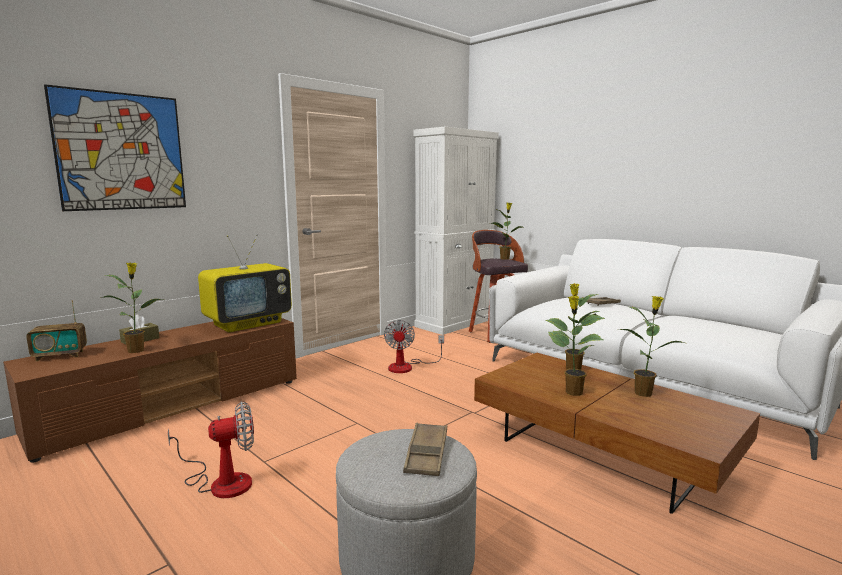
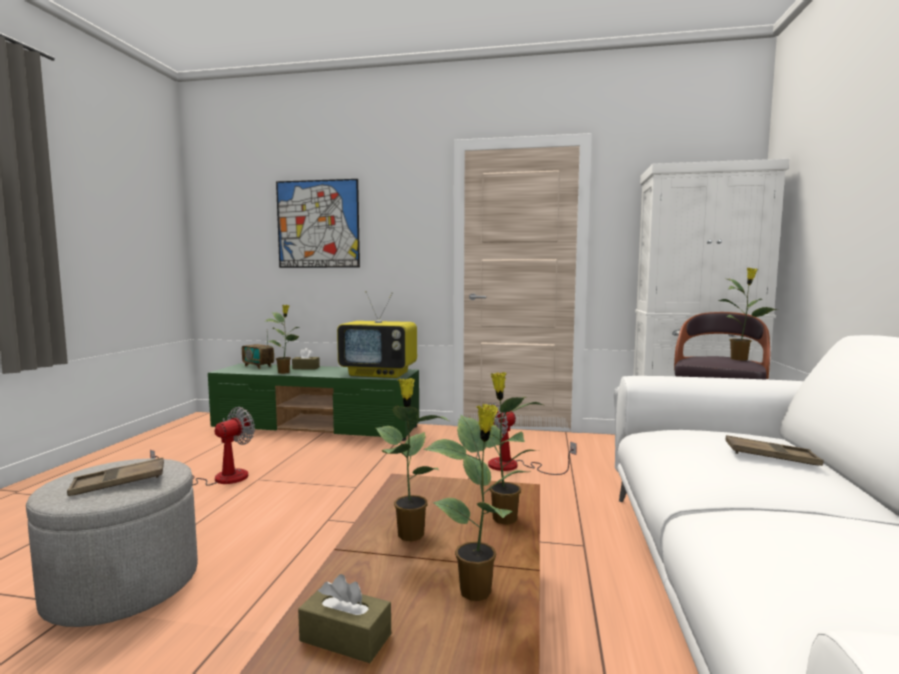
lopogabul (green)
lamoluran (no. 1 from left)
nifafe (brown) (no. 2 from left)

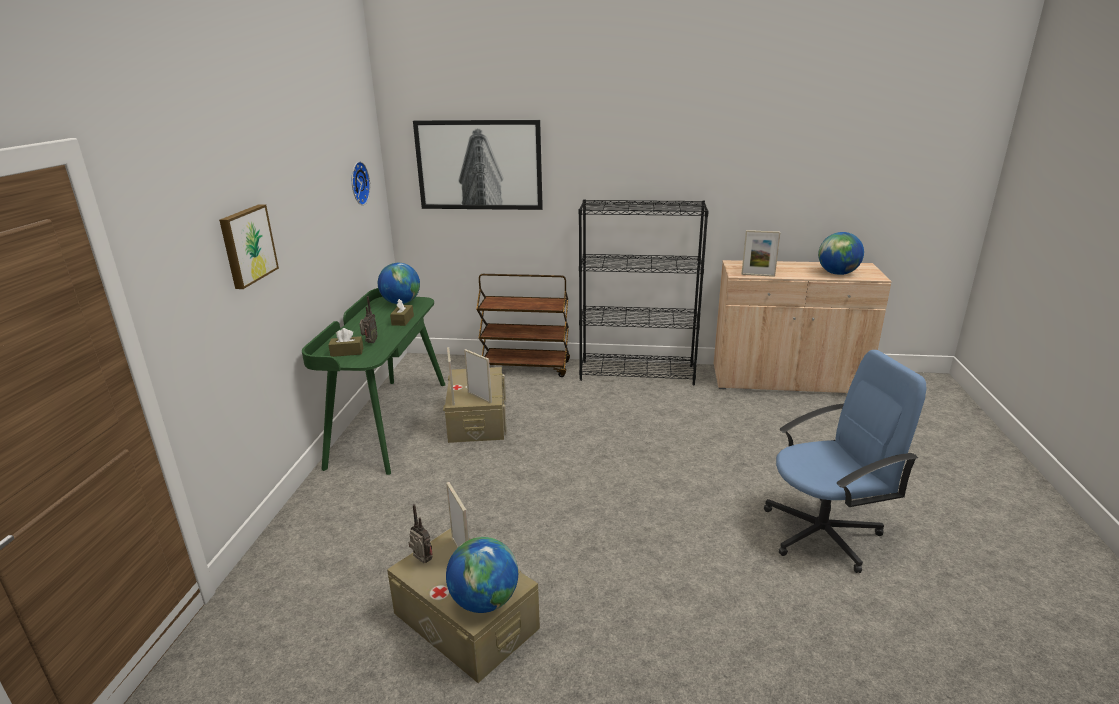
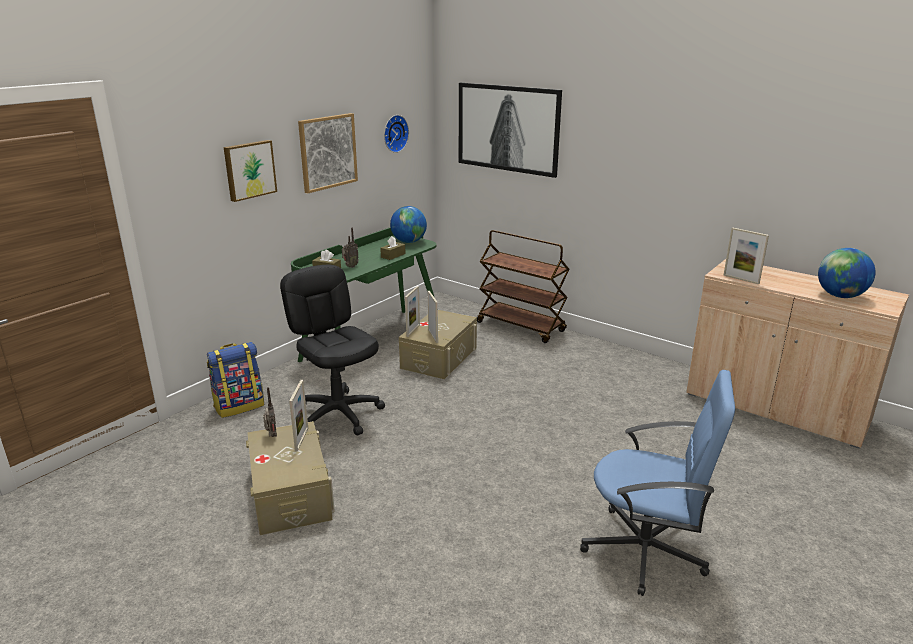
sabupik (no. 2 from left in the first image)
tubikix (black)
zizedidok
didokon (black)
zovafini (no. 2 from left)

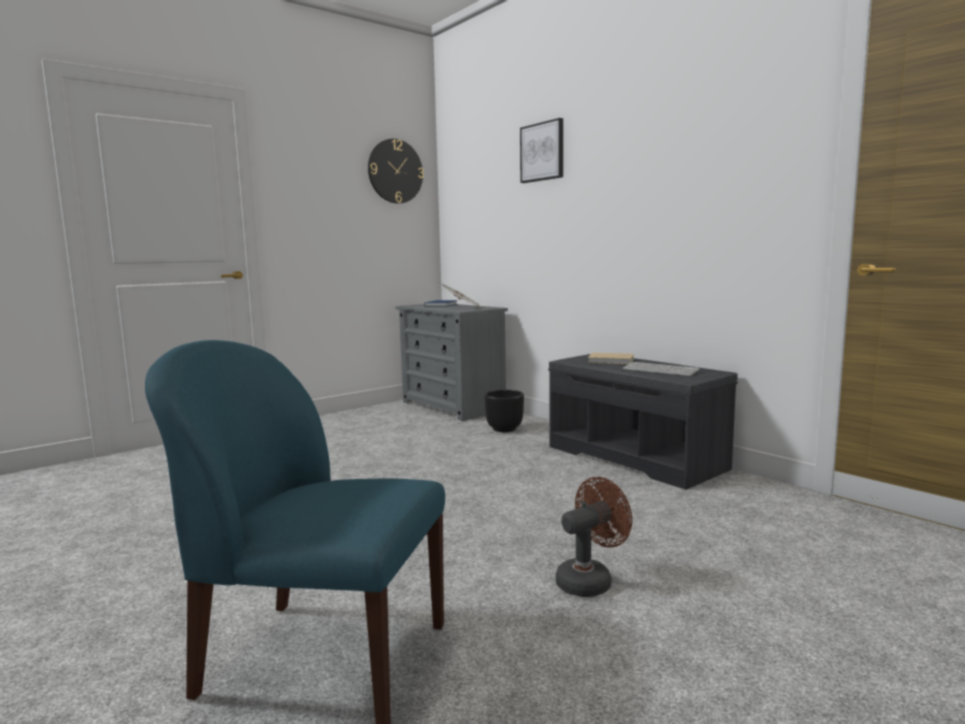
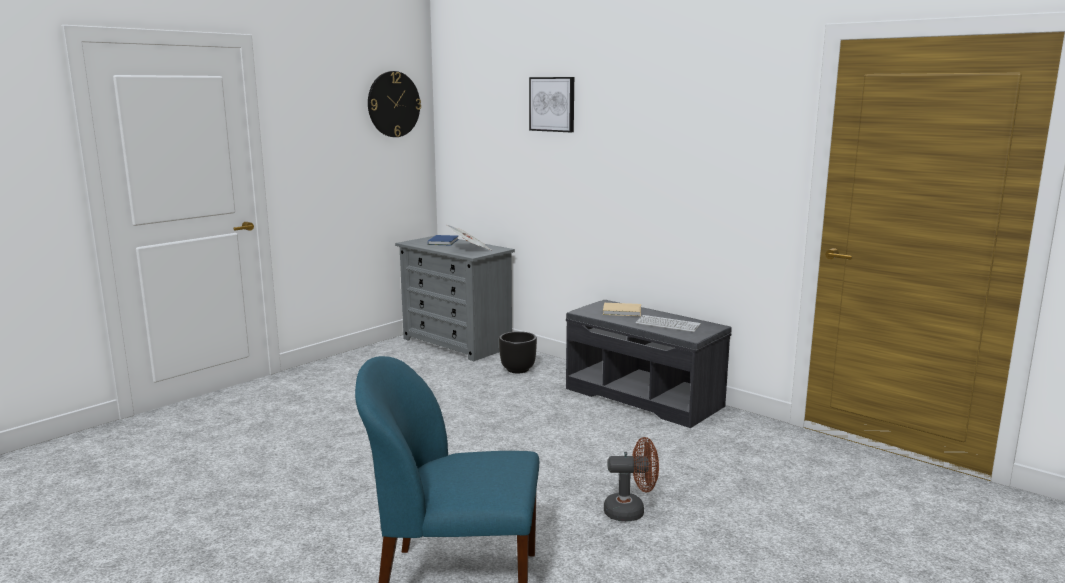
lamoluran (brown)

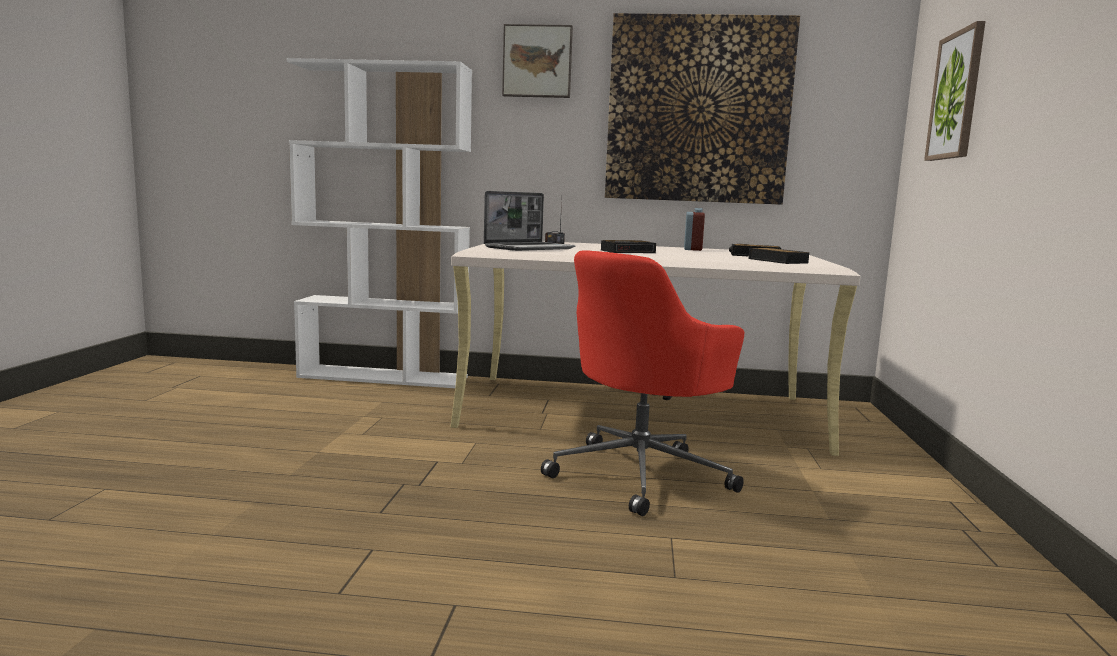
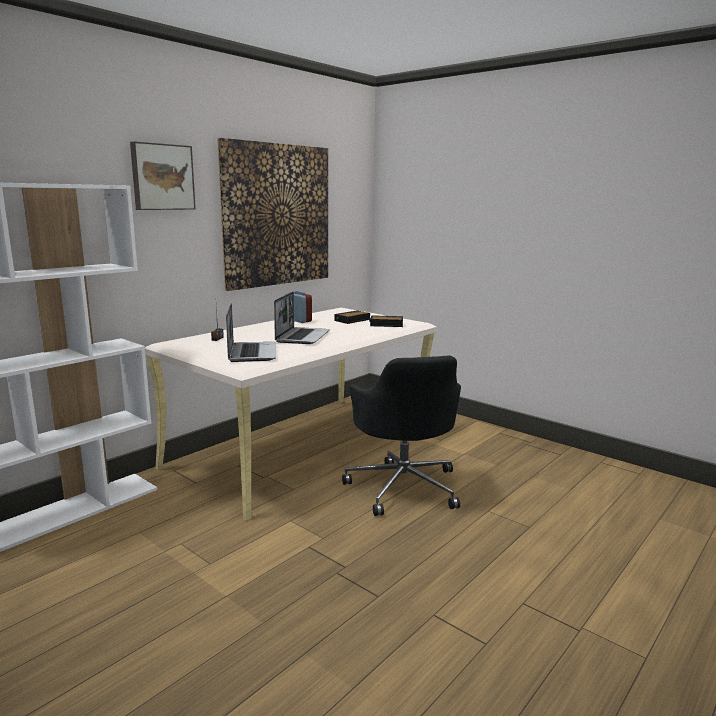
didokon (black)
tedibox (no. 2 from left)
zovafini (no. 3 from left in the first image)

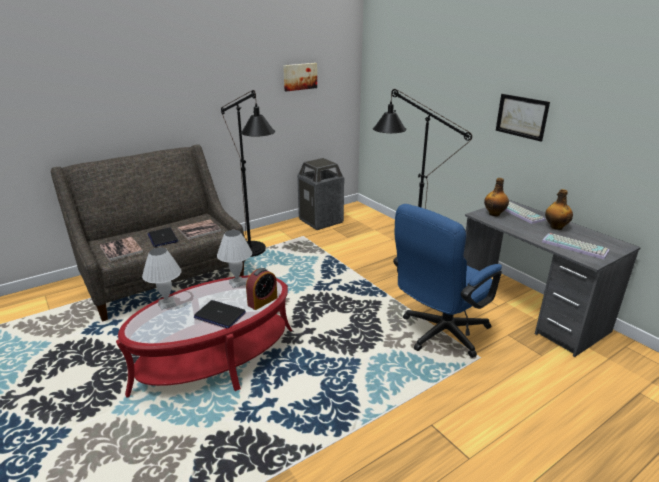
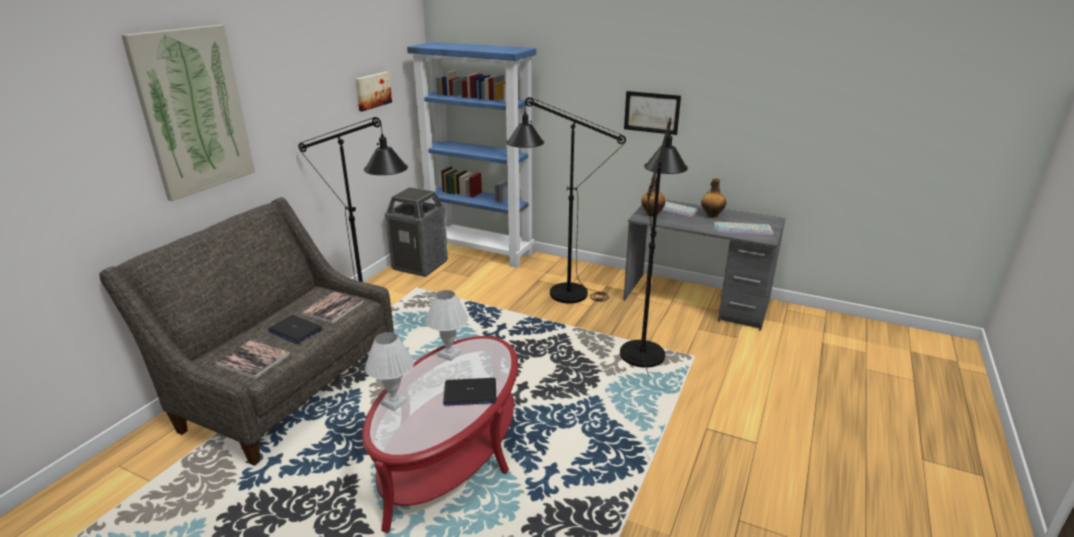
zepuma
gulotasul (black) (no. 3 from left)
zovafini (no. 1 from left)
tubikix (blue)

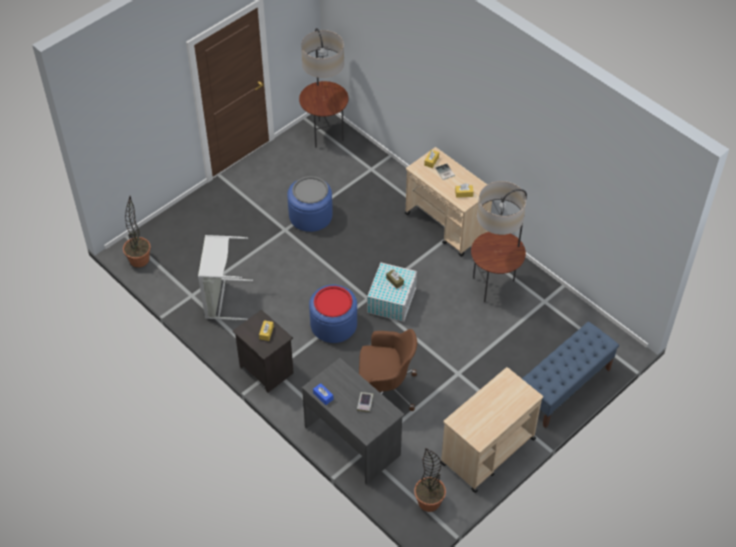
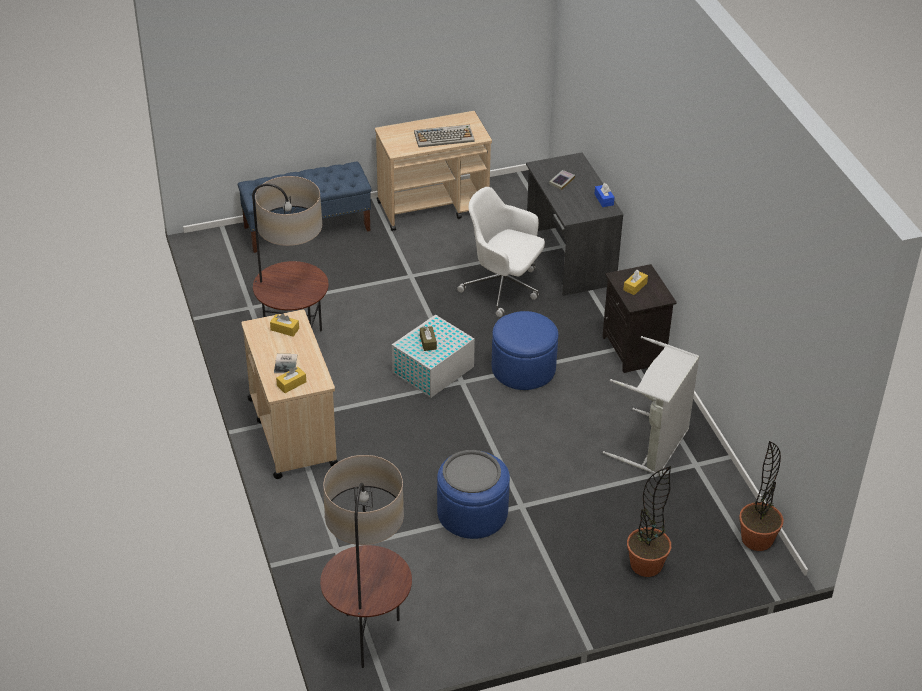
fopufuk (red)
didokon (white)
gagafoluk (no. 1 from left)
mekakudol

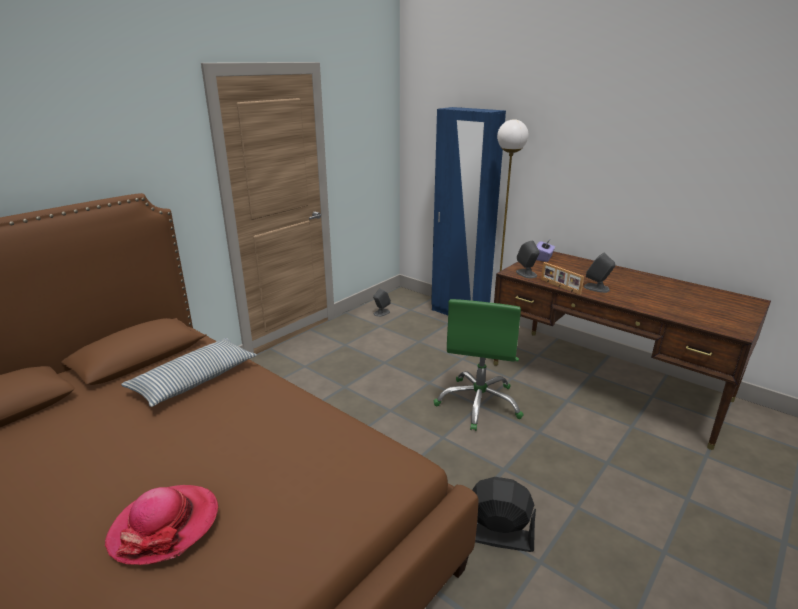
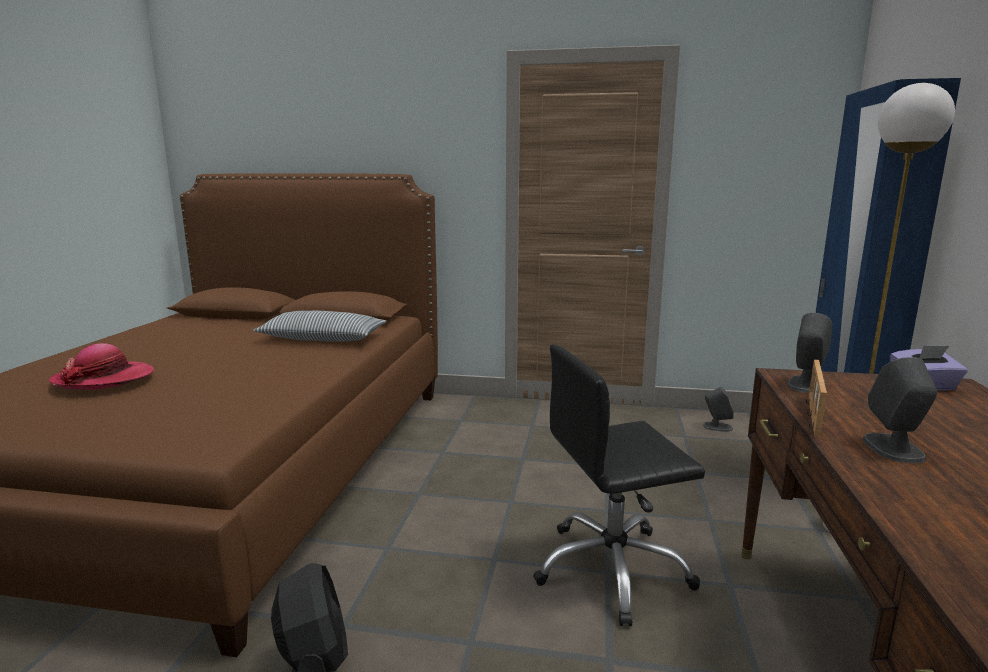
didokon (black)

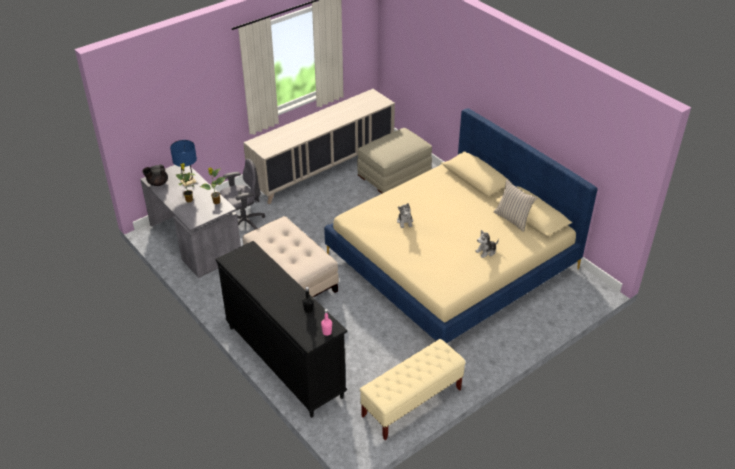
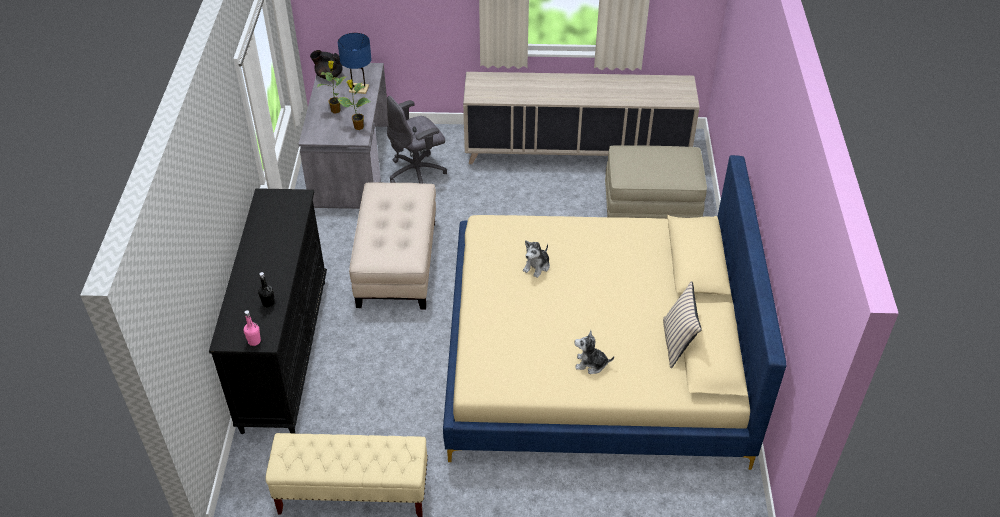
didokon (grey)

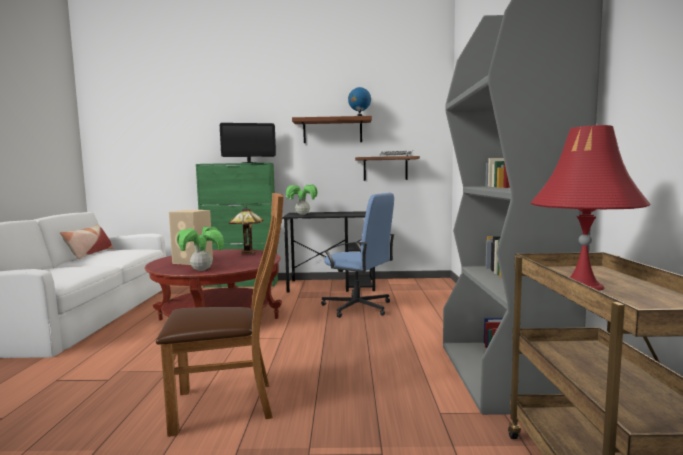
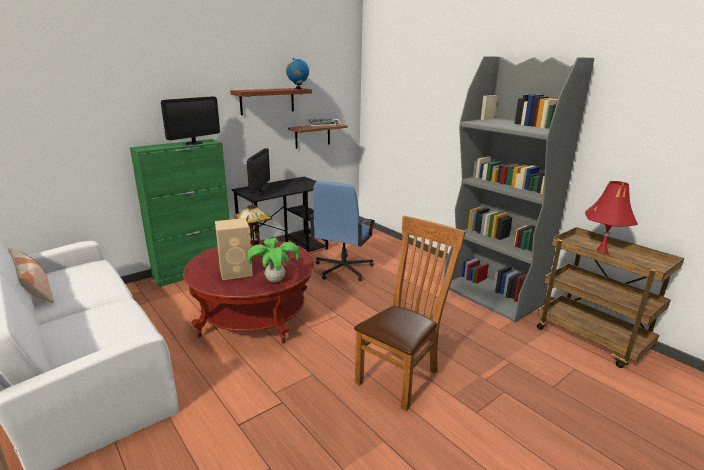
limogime (no. 2 from left)
didokon (blue)

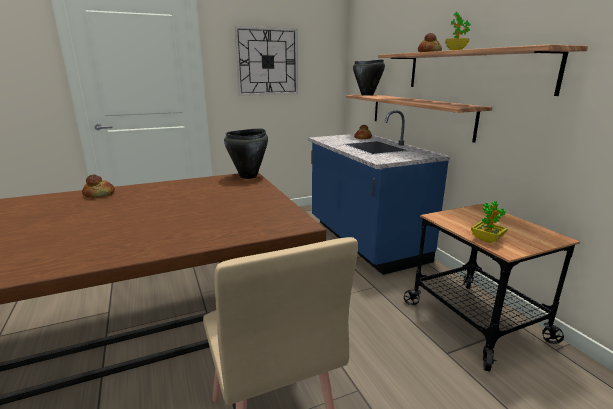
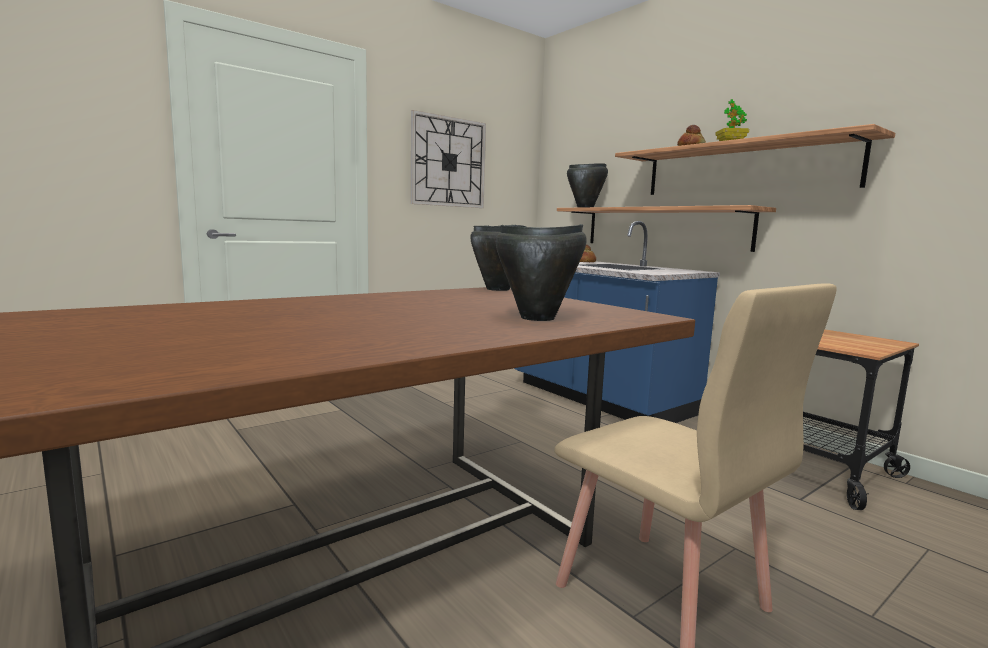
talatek (no. 1 from left in the first image)
gagafoluk (no. 2 from left in the first image)
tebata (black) (no. 2 from left)

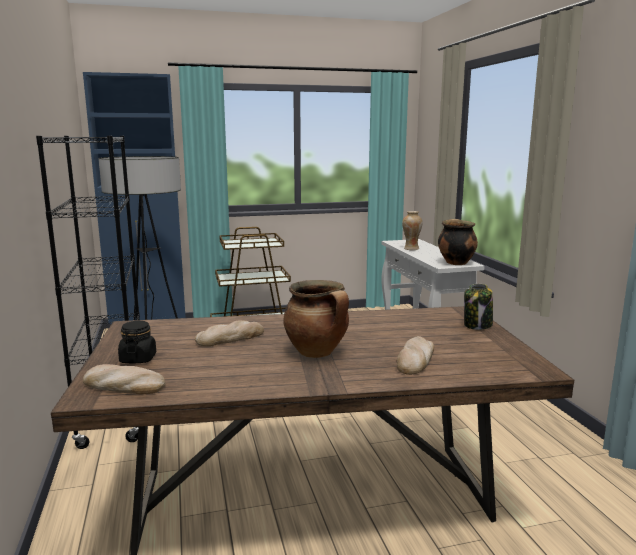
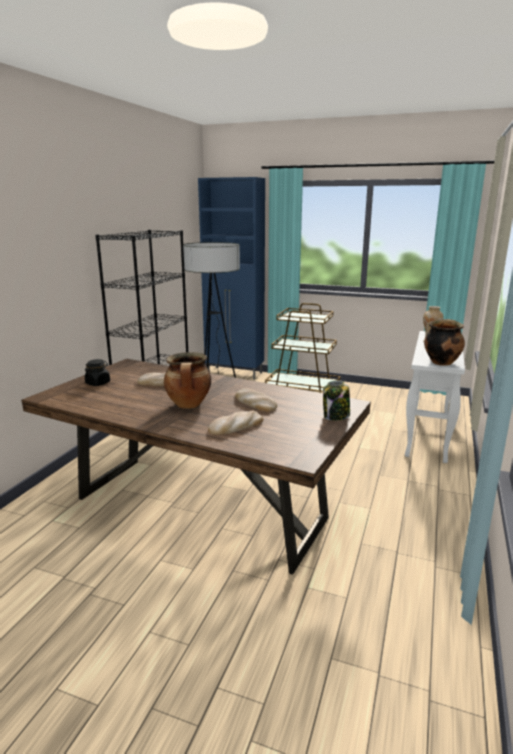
talatek (no. 3 from left)

